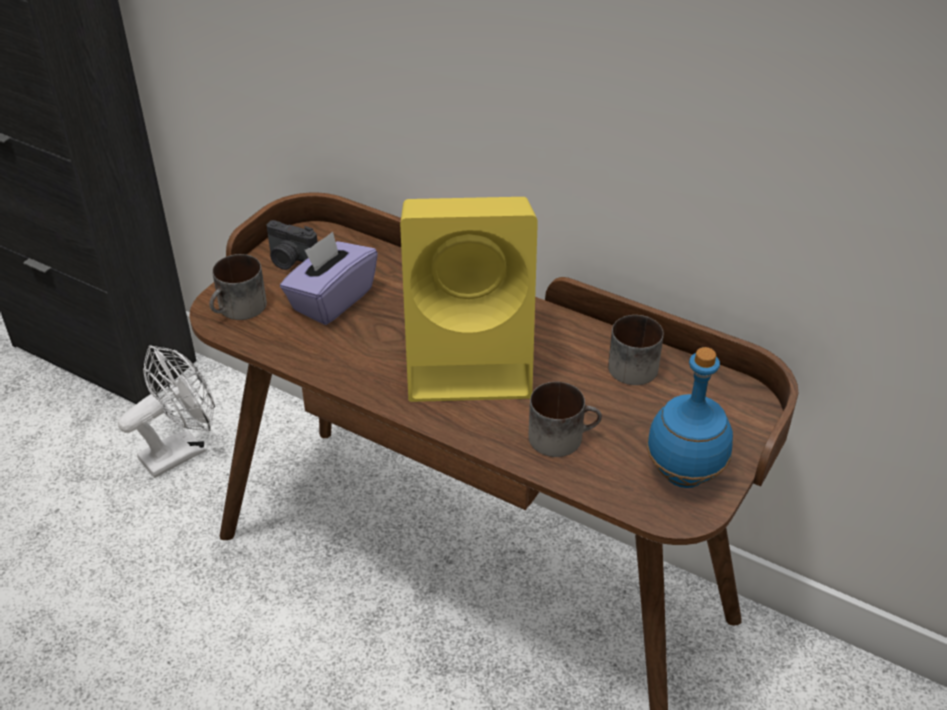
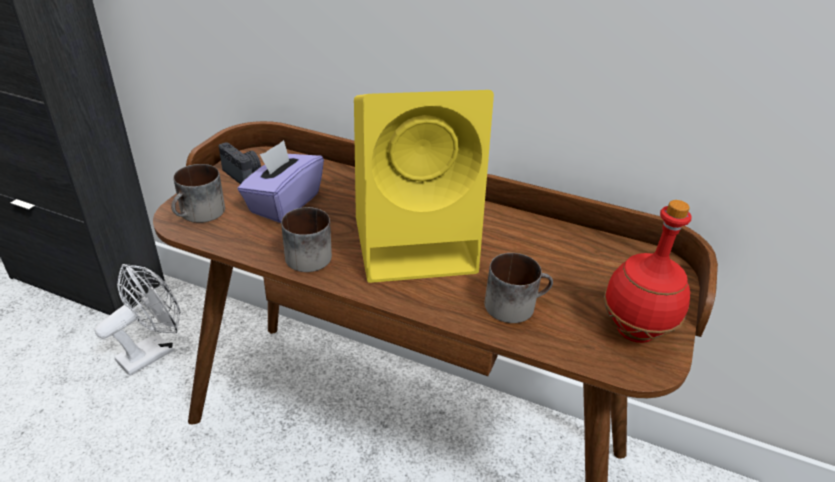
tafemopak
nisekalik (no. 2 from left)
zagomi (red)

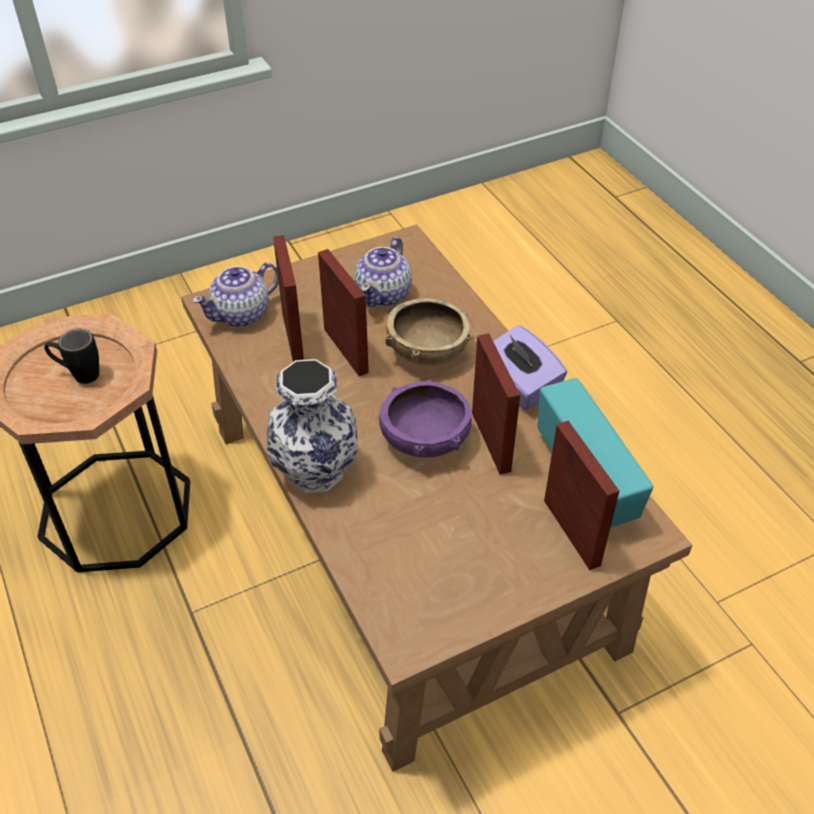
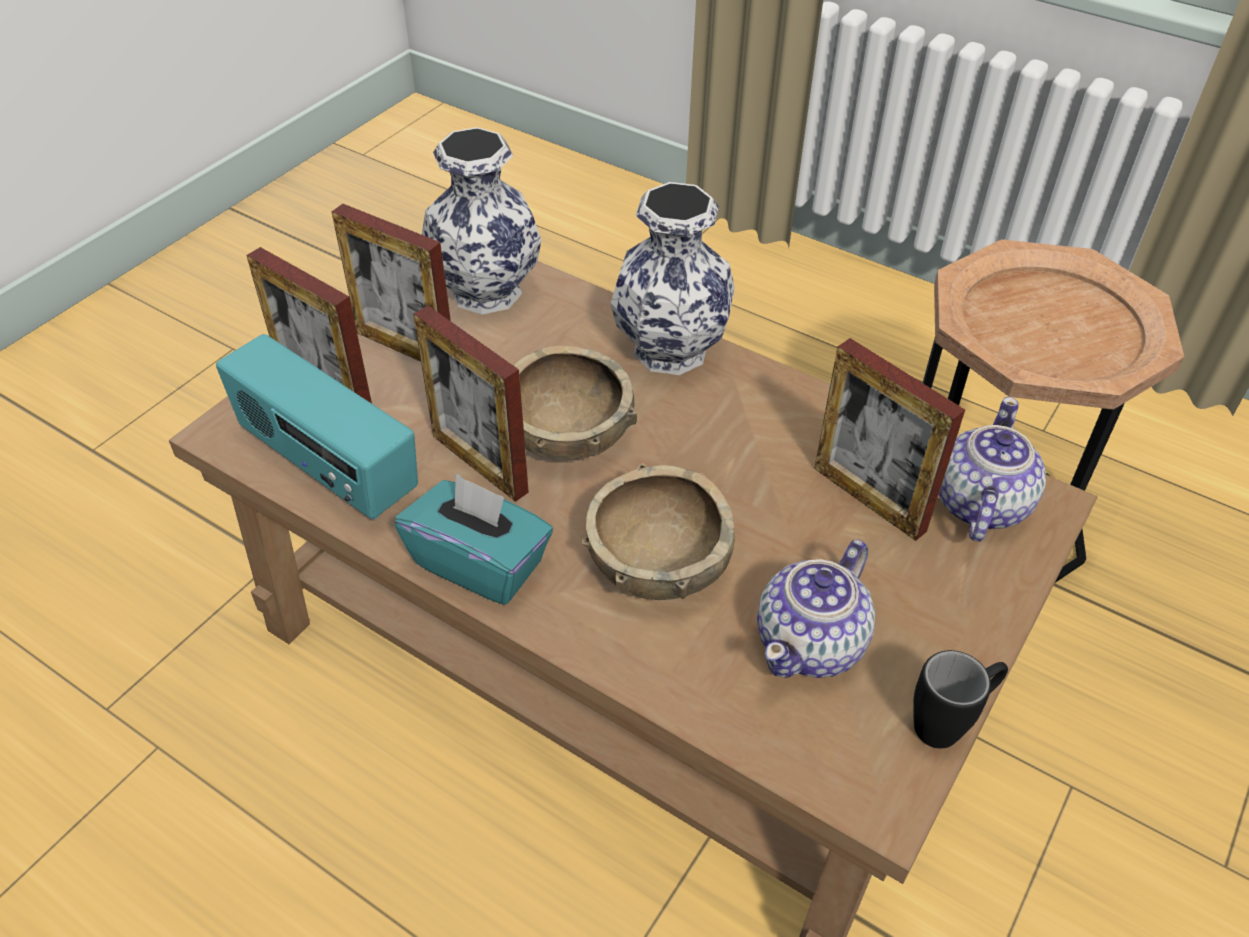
nisekalik (black)
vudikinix (no. 2 from left)
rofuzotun (no. 1 from left)
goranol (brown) (no. 1 from left)
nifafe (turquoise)
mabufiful (no. 1 from left)

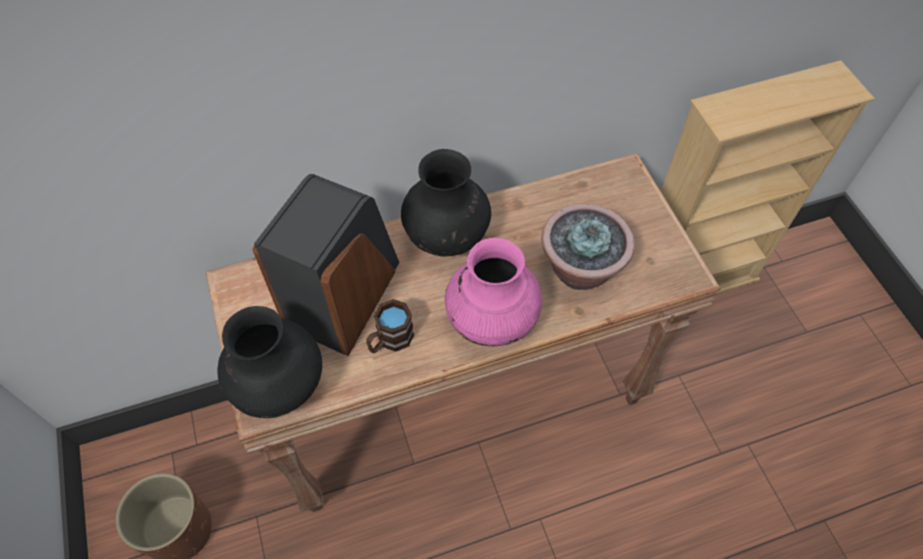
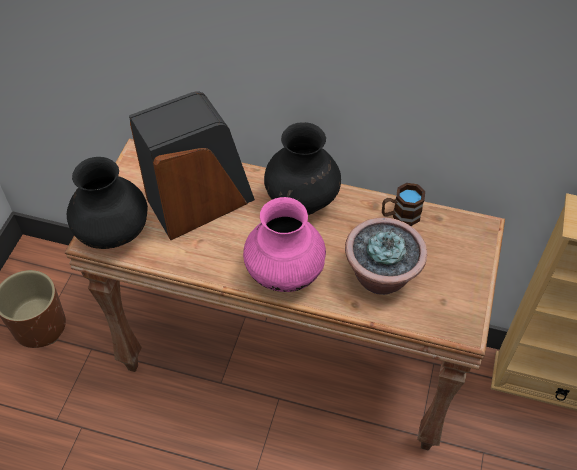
nisekalik (brown)

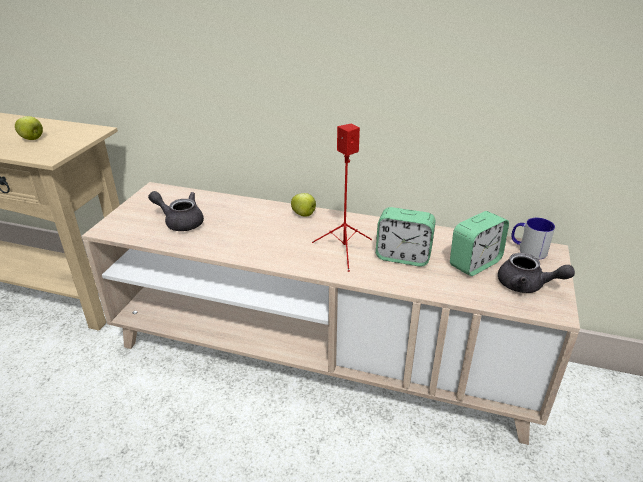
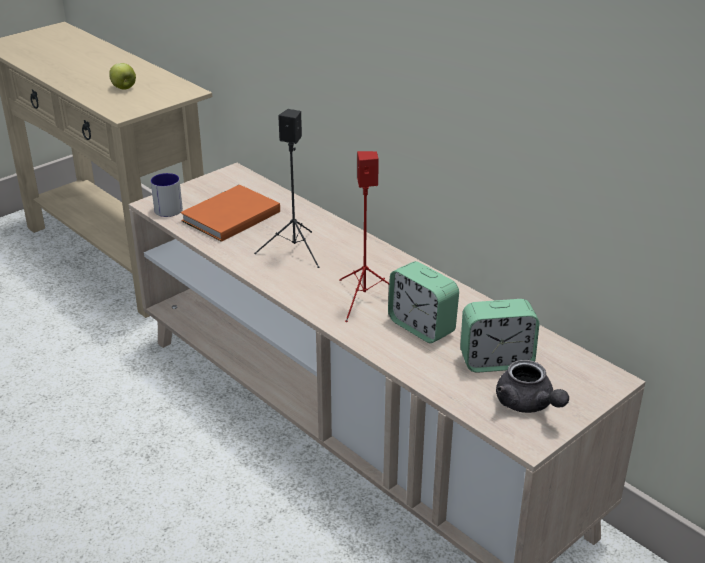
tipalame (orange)
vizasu (no. 2 from left in the first image)
nisekalik
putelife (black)

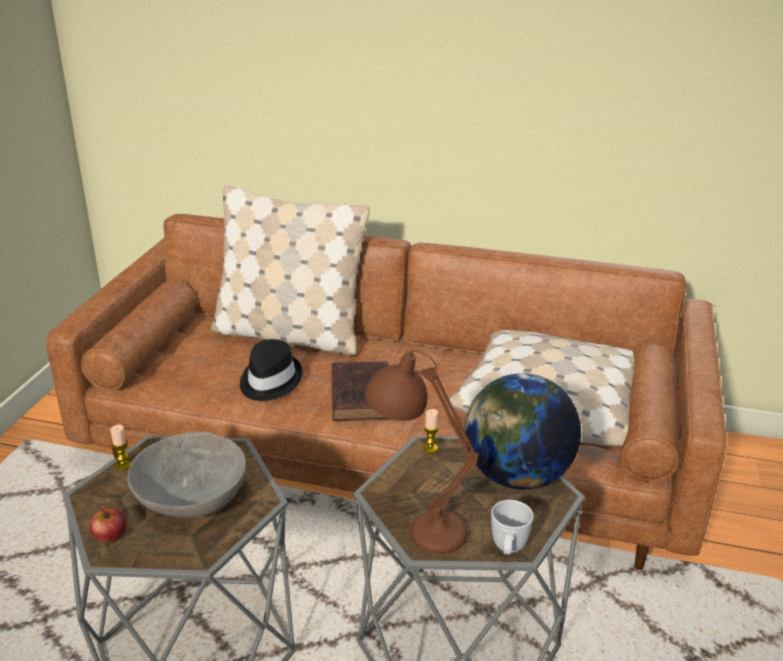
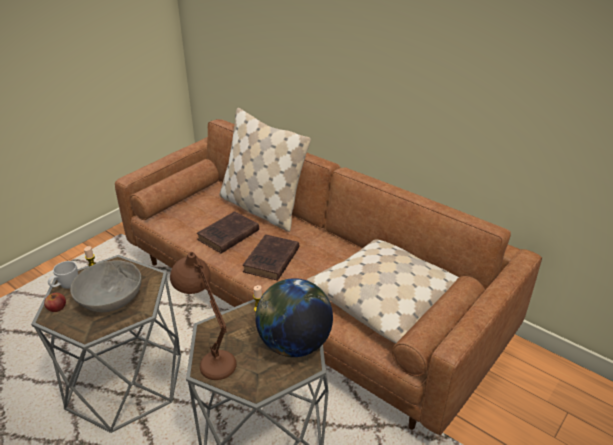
tipalame (brown) (no. 1 from left)
nisekalik (white)

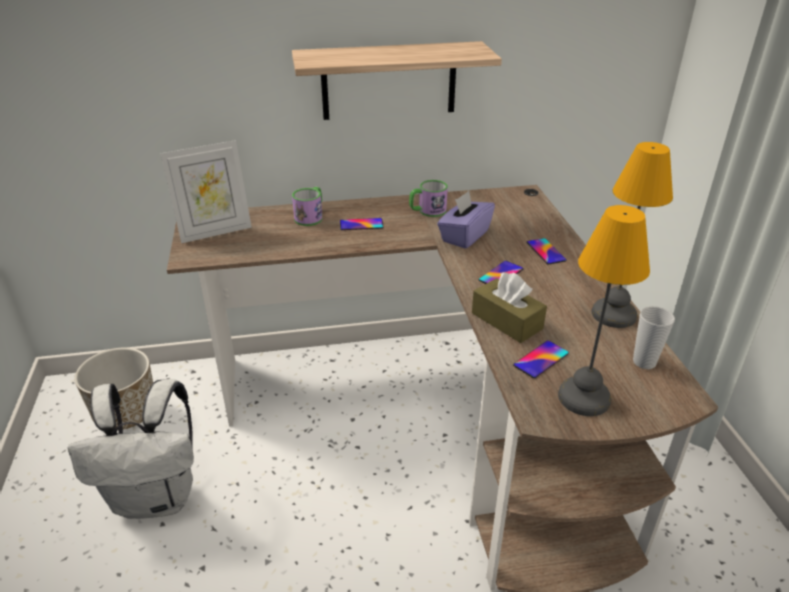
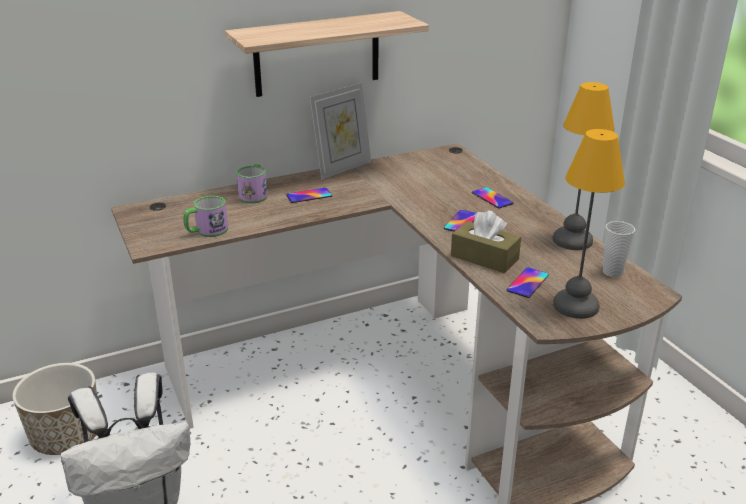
vudikinix
nisekalik (no. 1 from left)
nifafe (purple)

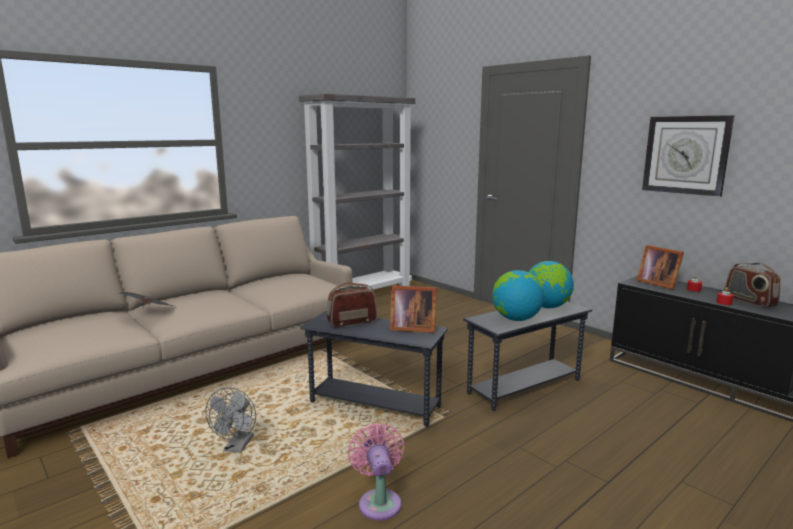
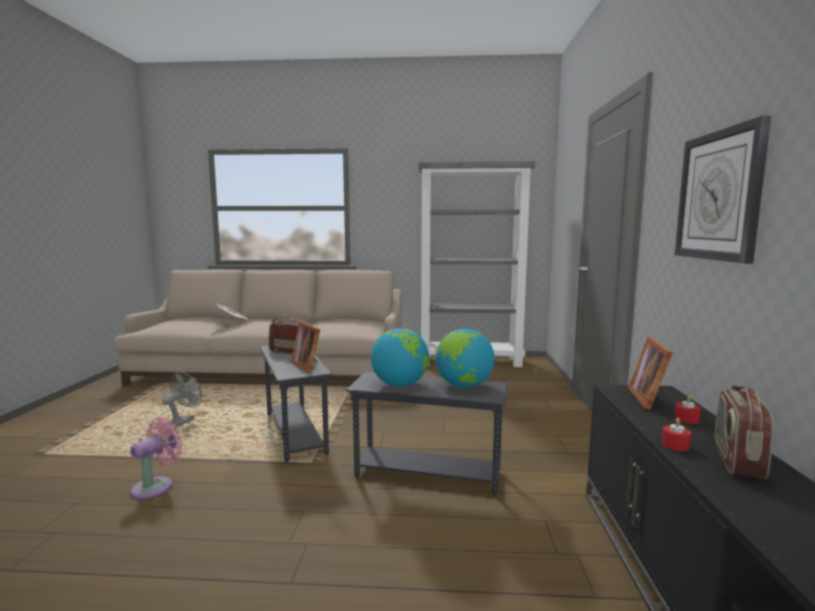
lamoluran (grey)

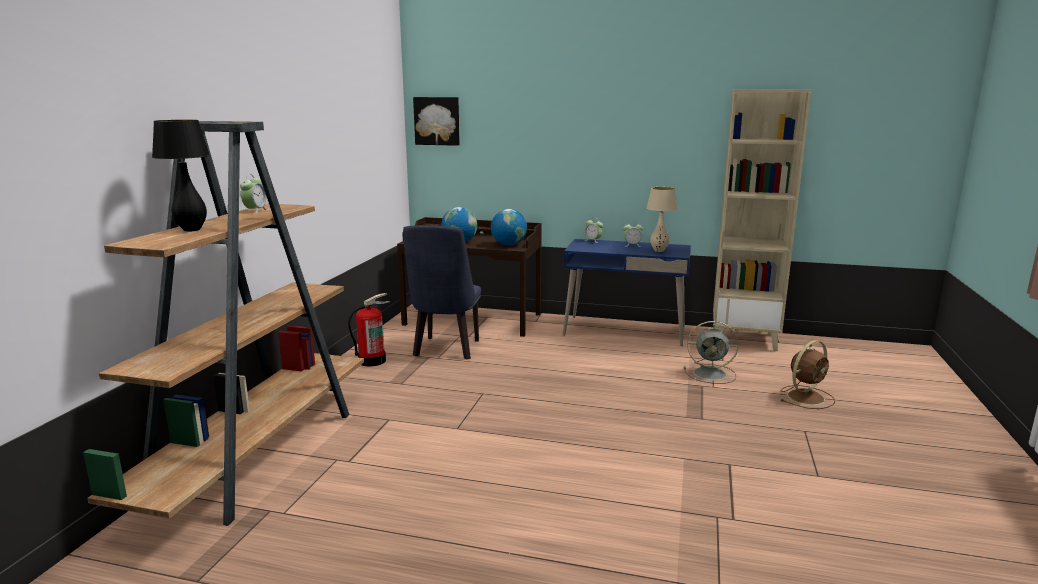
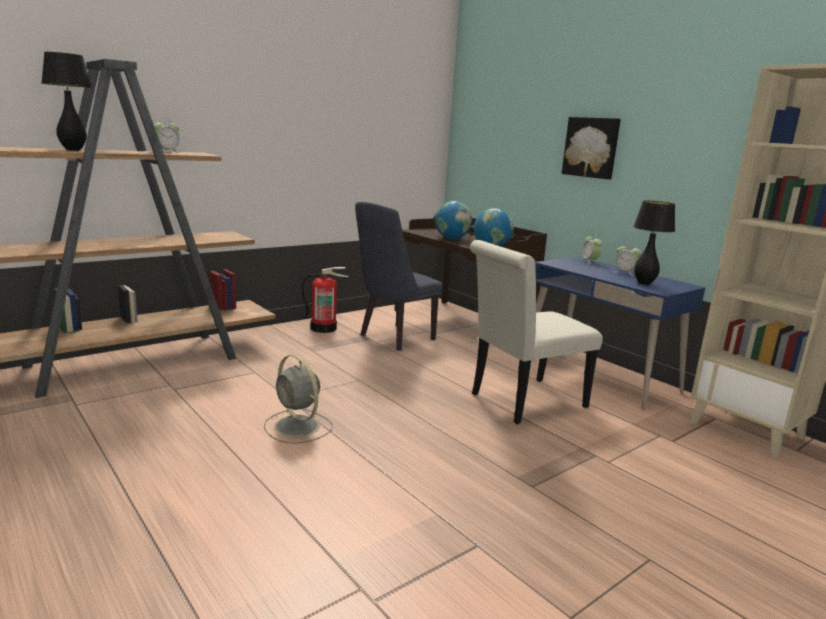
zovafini
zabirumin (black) (no. 2 from left)
lamoluran (grey)
lamoluran (brown)
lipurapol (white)

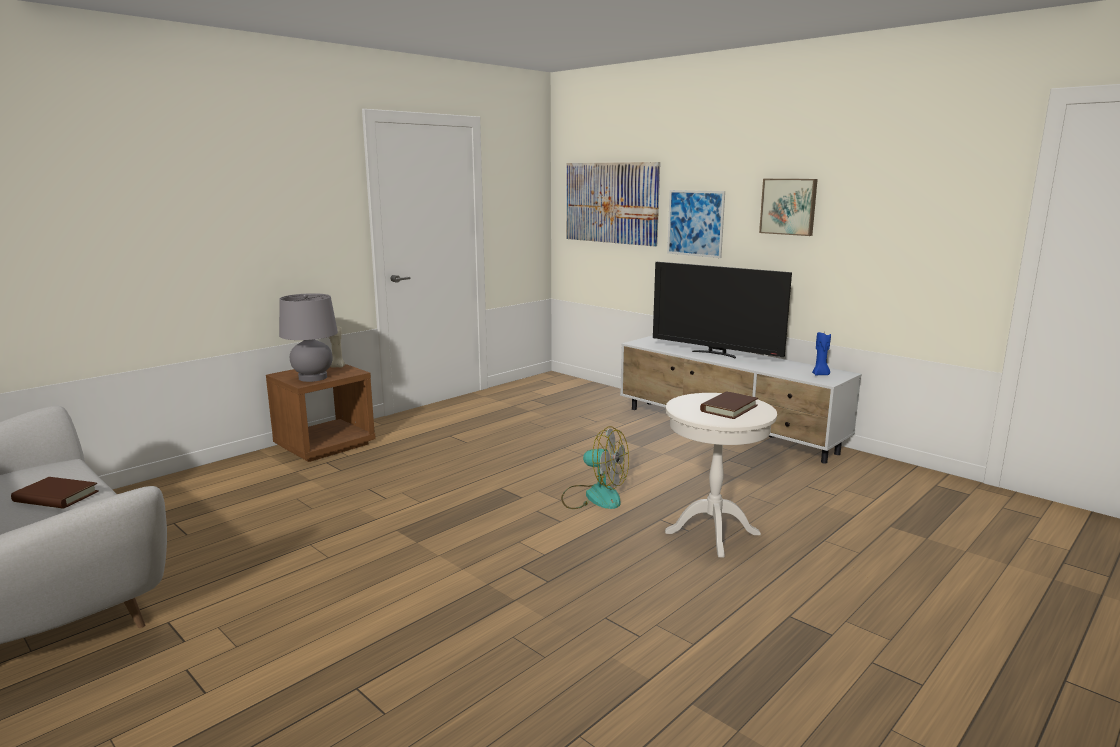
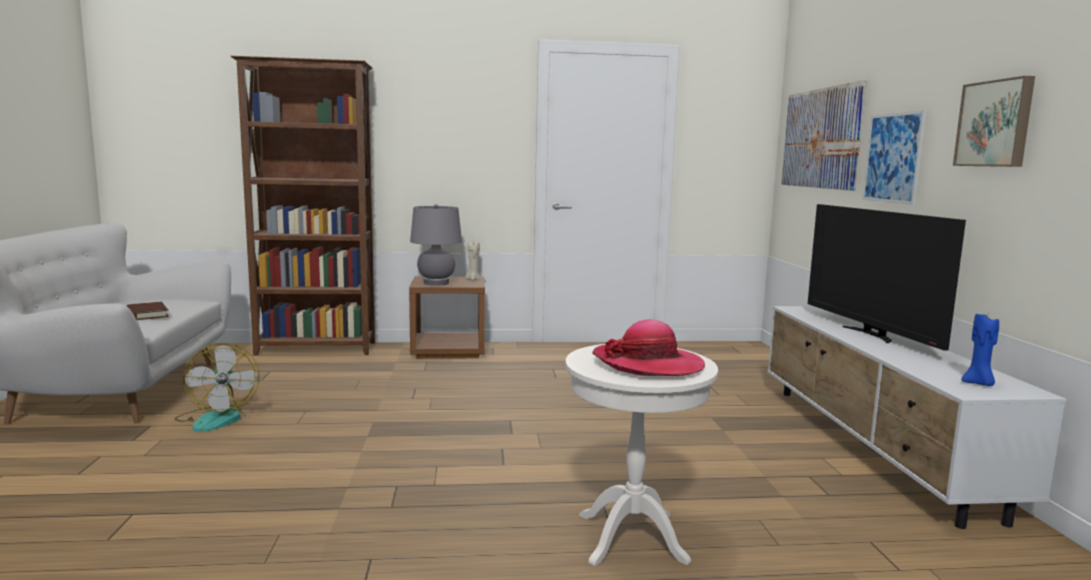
lamoluran
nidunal
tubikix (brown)

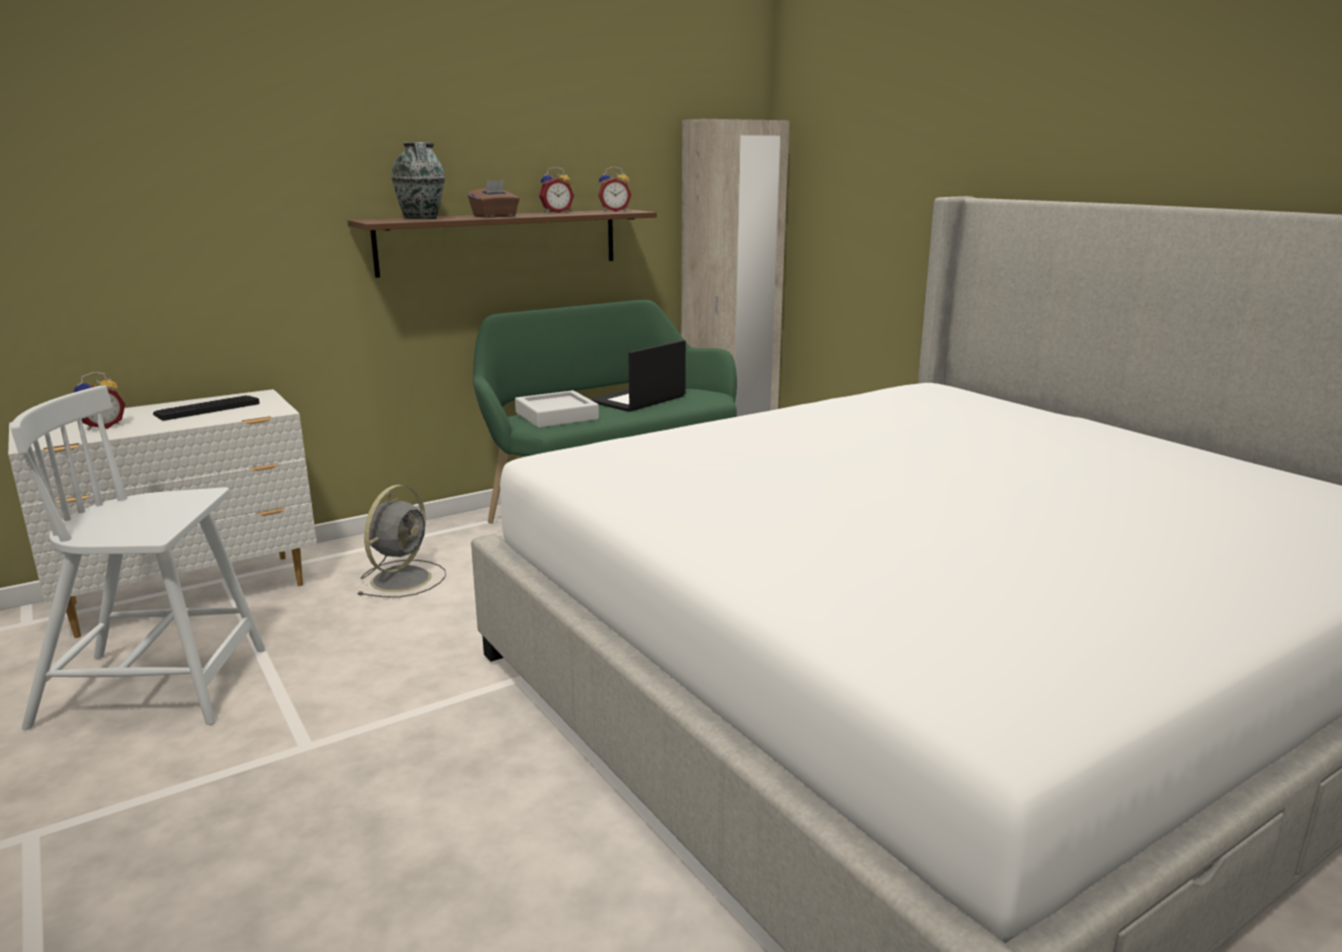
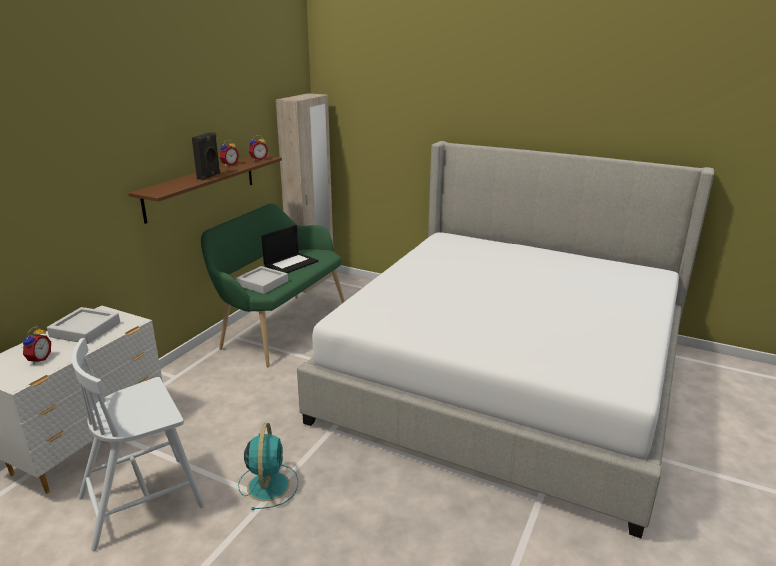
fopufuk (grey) (no. 1 from left)
lamoluran (grey)
mabufiful
putelife (black)
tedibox
lamoluran (turquoise)

